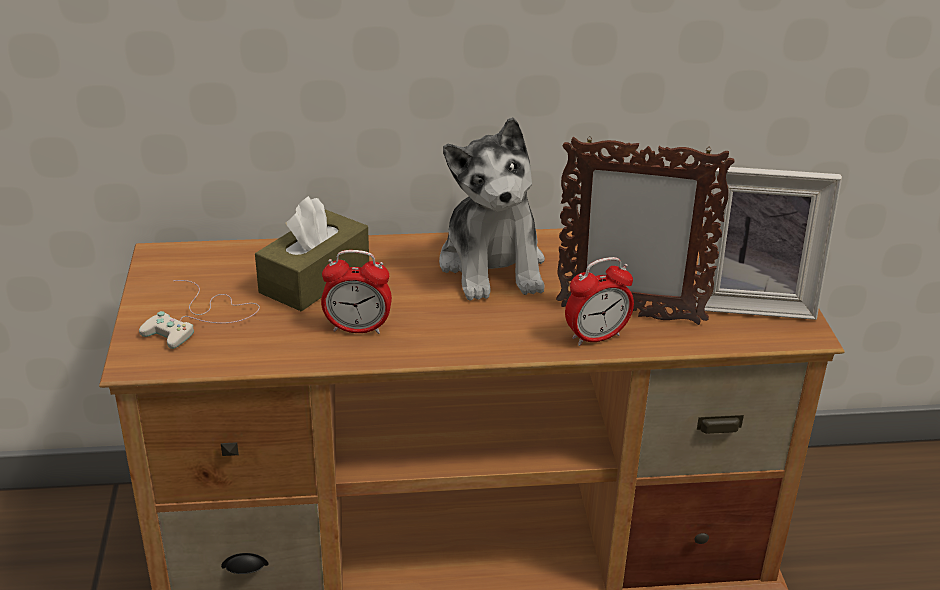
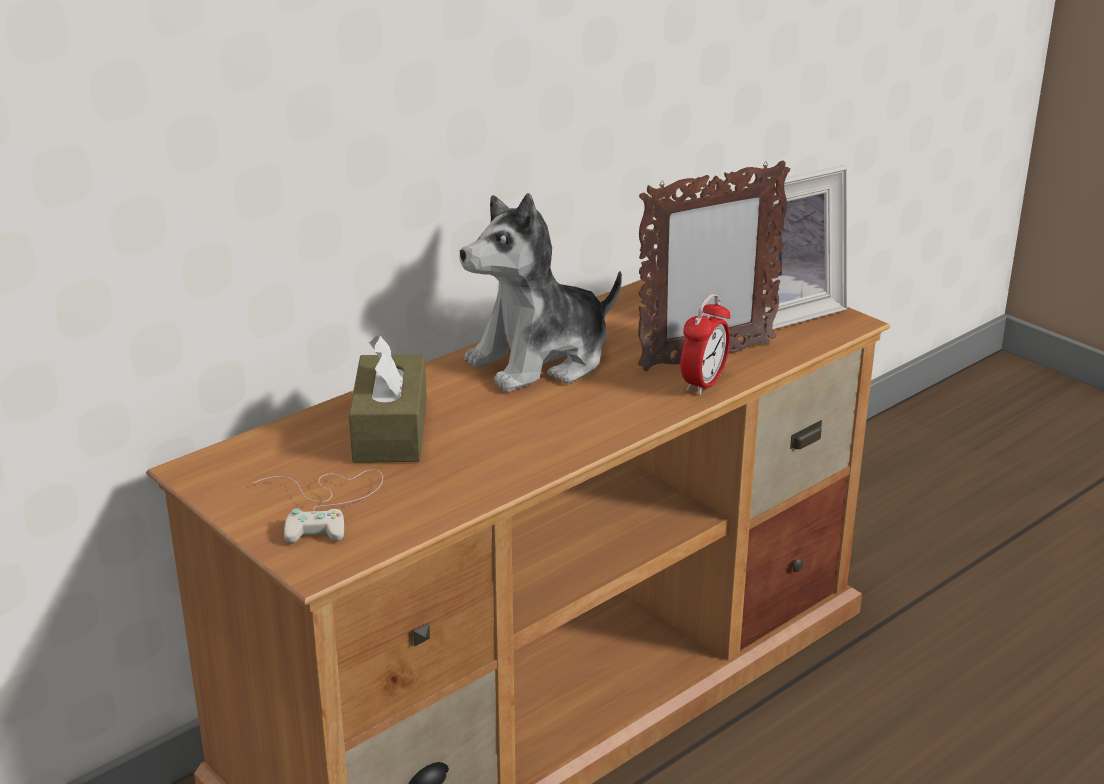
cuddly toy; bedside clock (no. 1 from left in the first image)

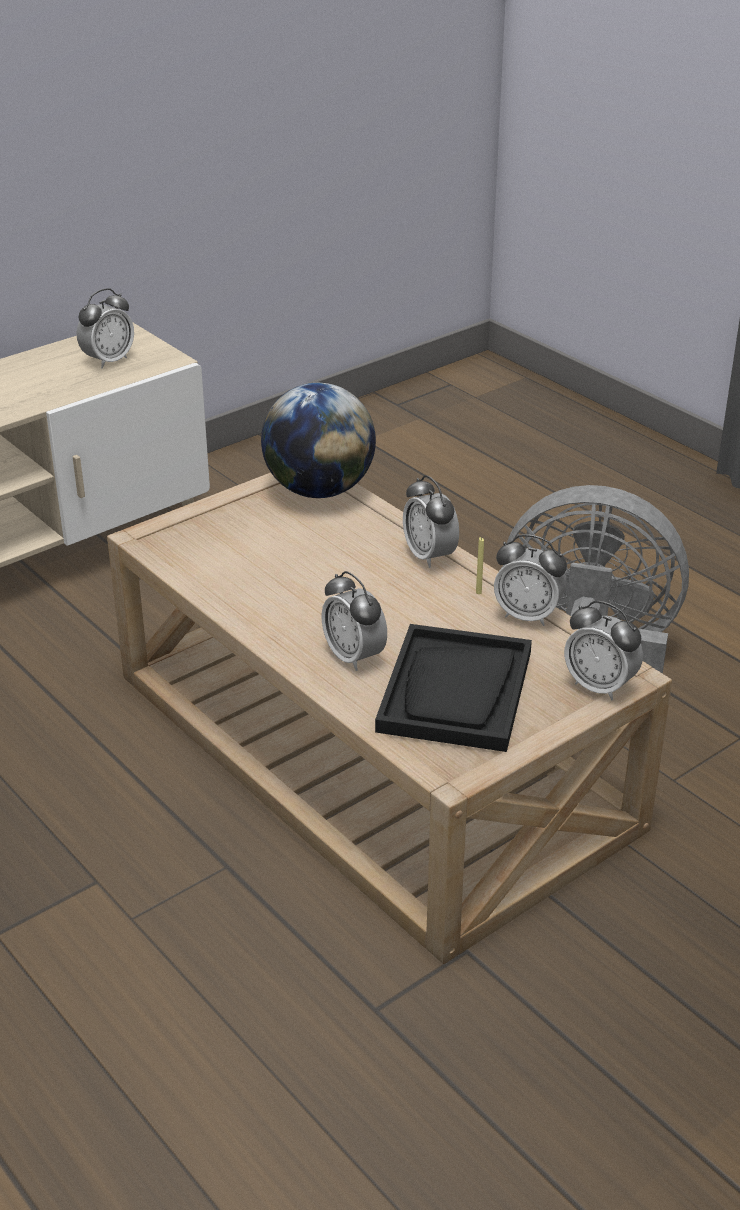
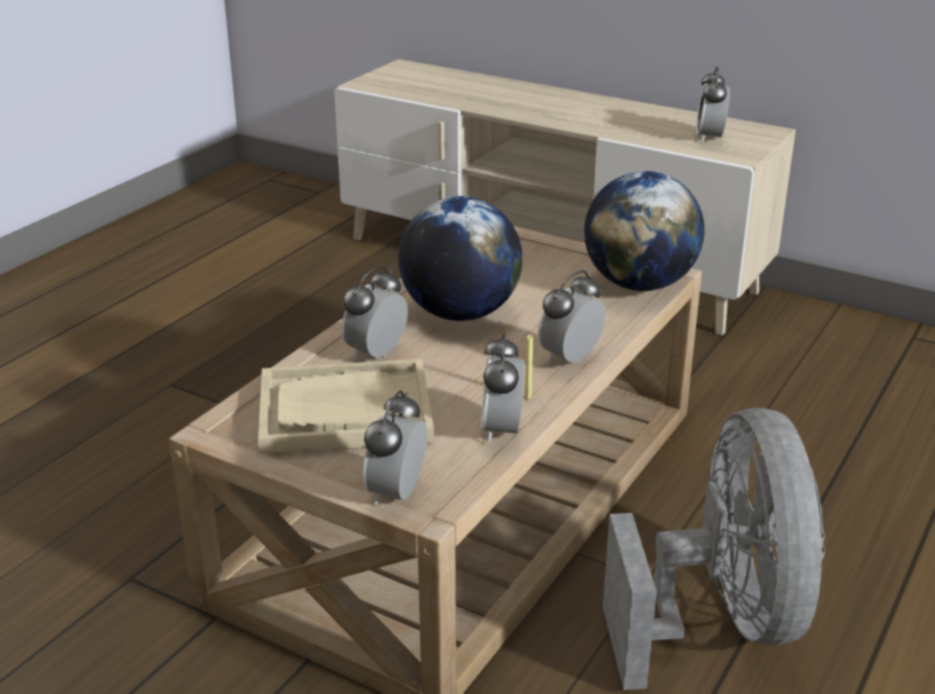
beige tray; world globe (no. 1 from left); bedside clock (no. 5 from left)

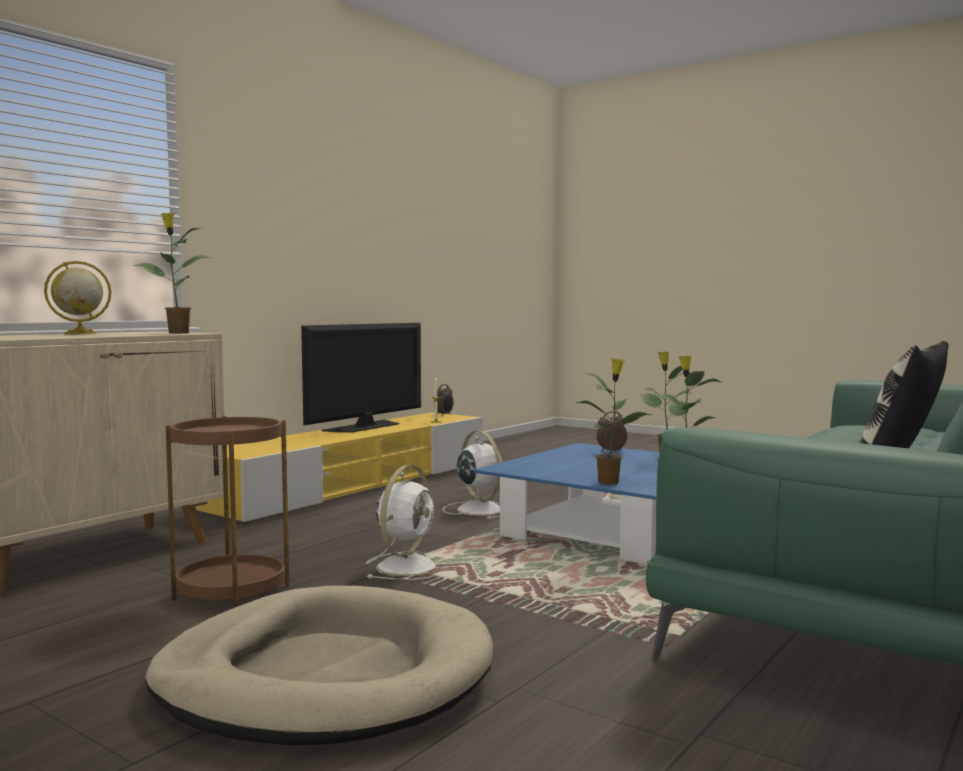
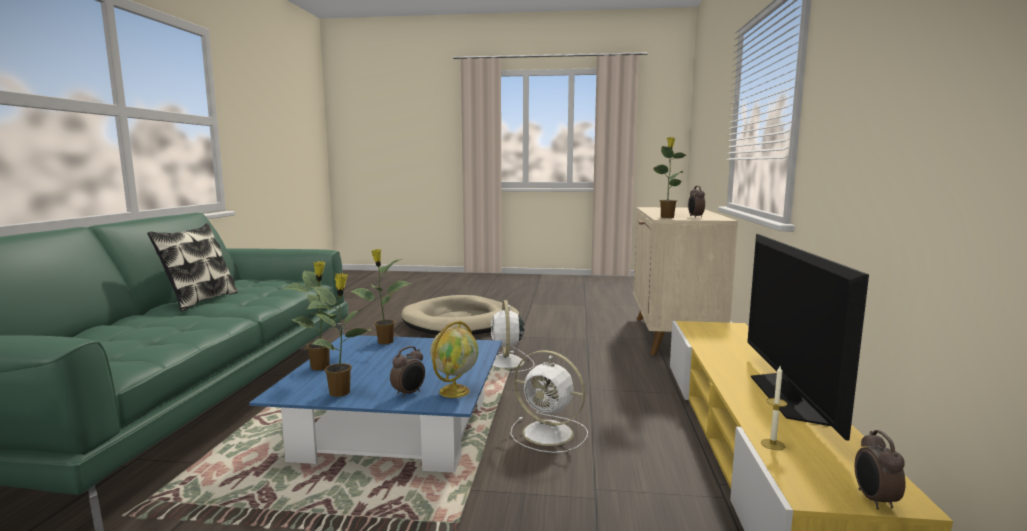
world globe; bedside clock (no. 2 from left); brownish side table

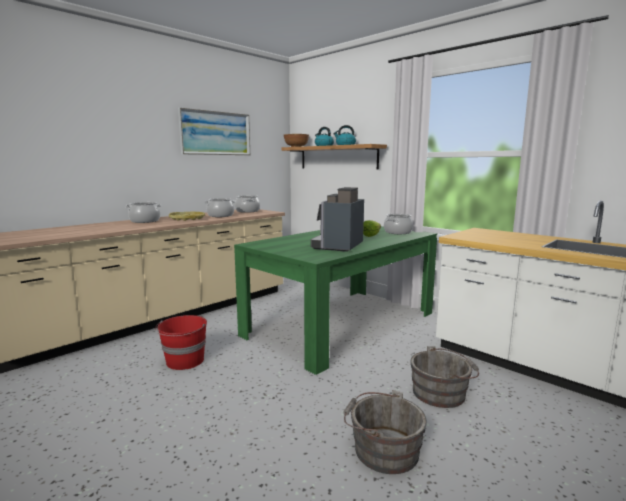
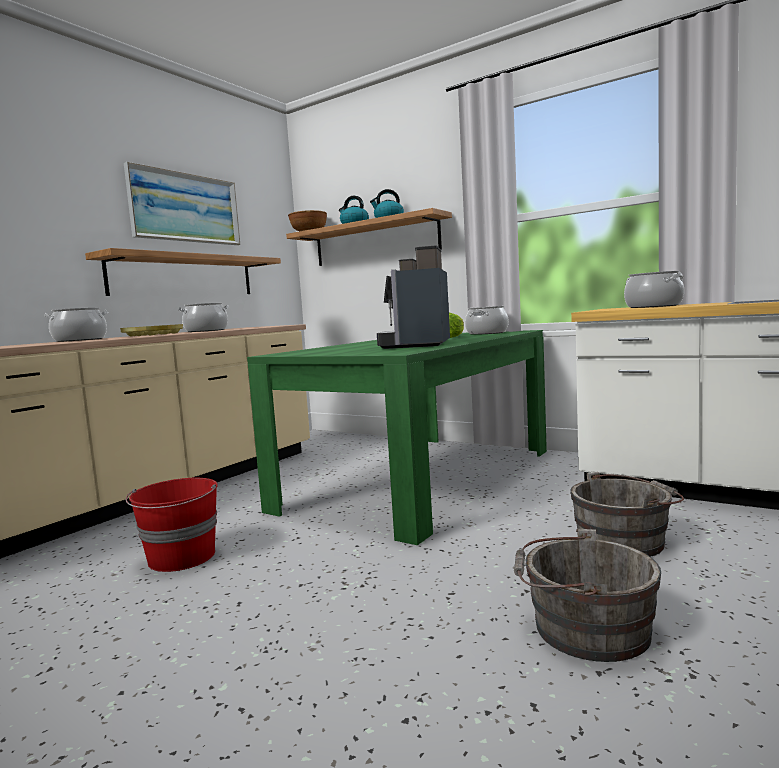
wall shelf (no. 1 from left); saucepot (no. 4 from left)

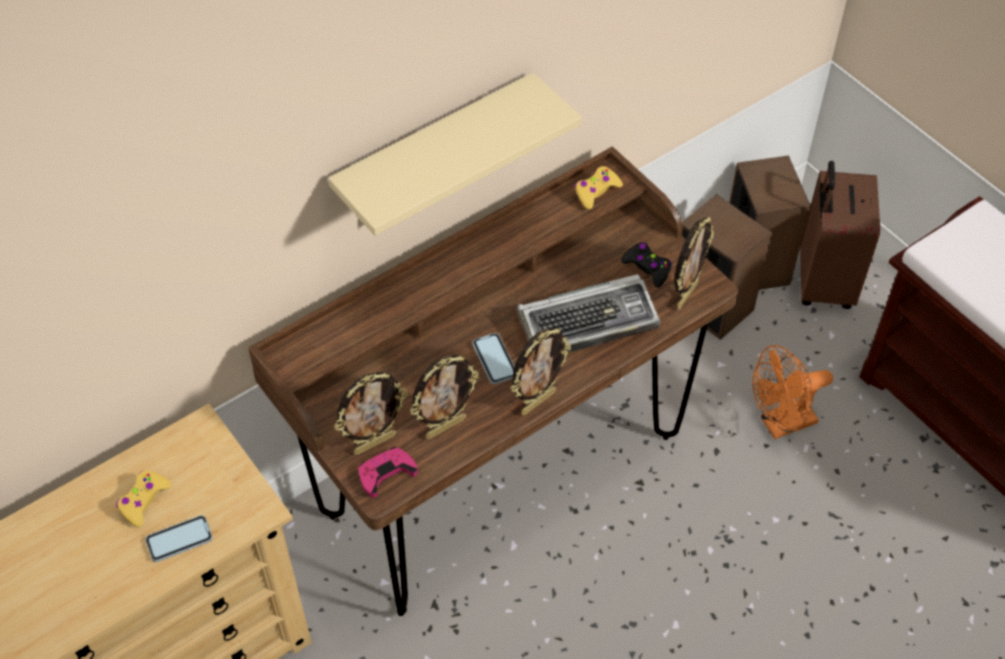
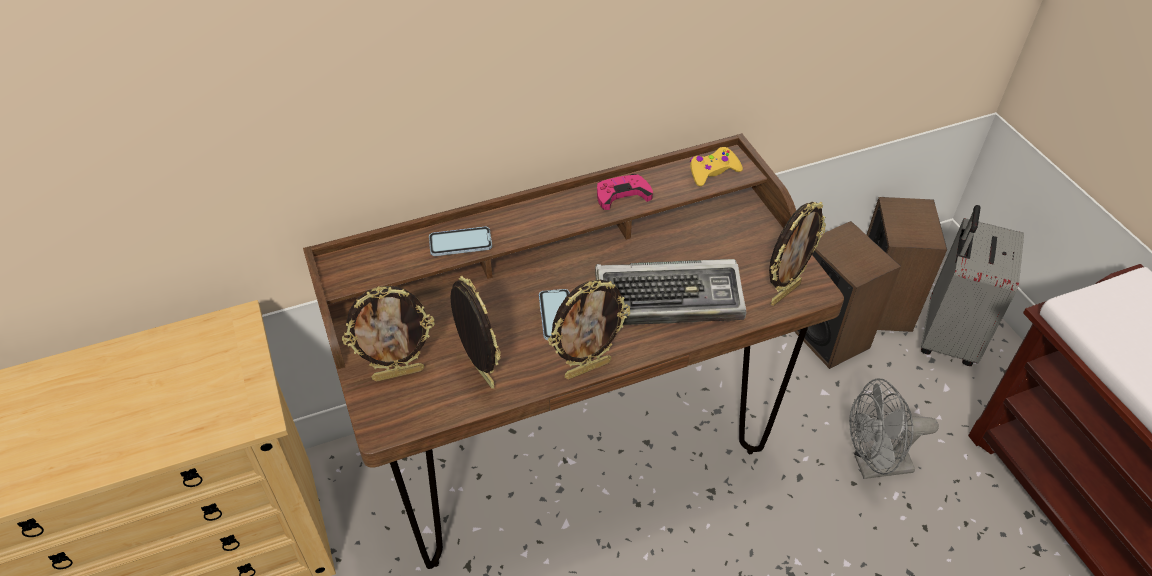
handset (no. 1 from left); picture frame (no. 2 from left); pink-coloured game controller; grey fan; grey suitcase; yellowish game controller (no. 1 from left in the first image); beige wall shelf; black game controller

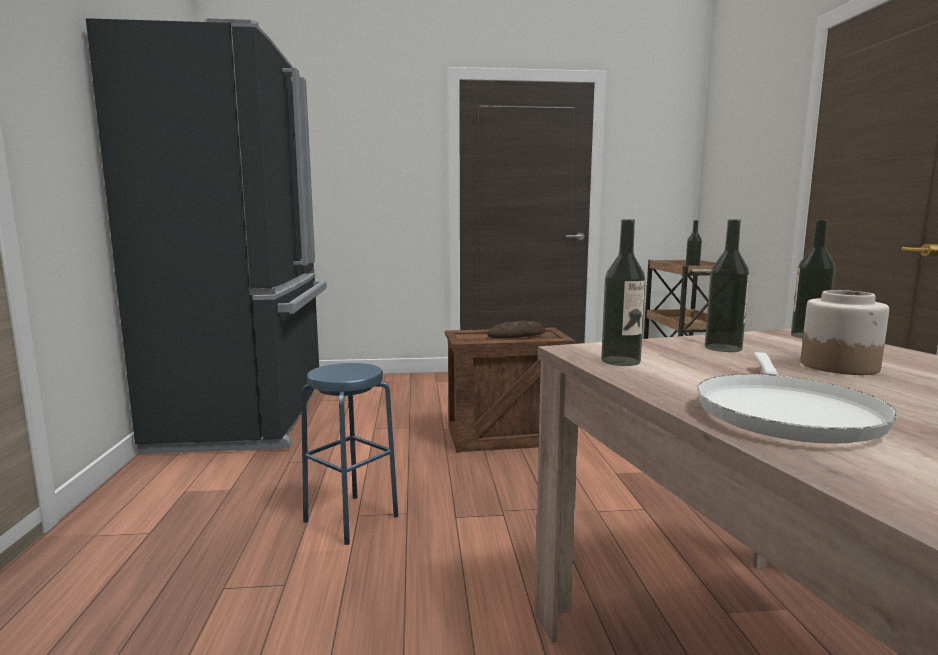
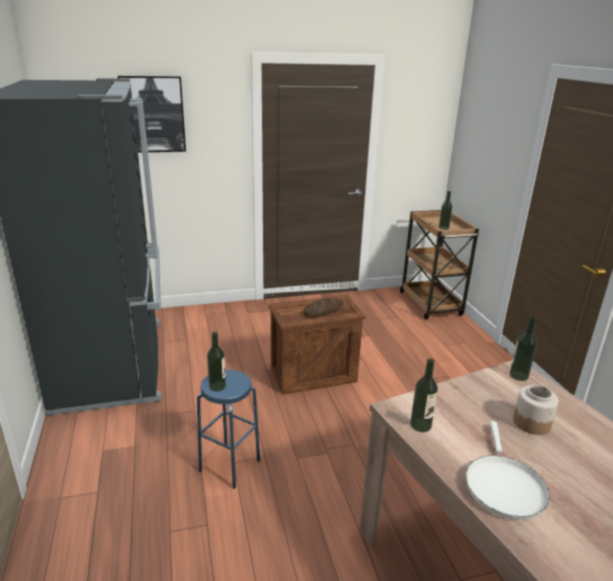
wall art; bottle (no. 1 from left)

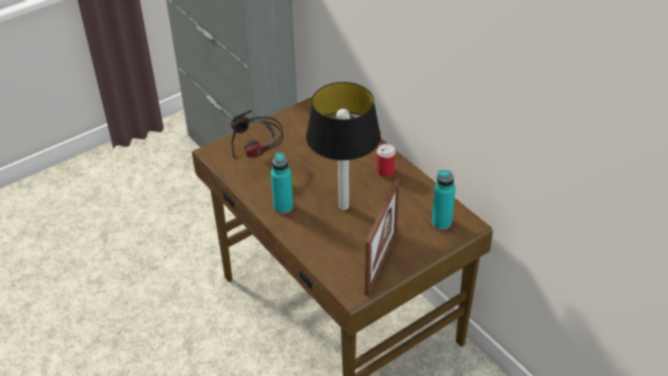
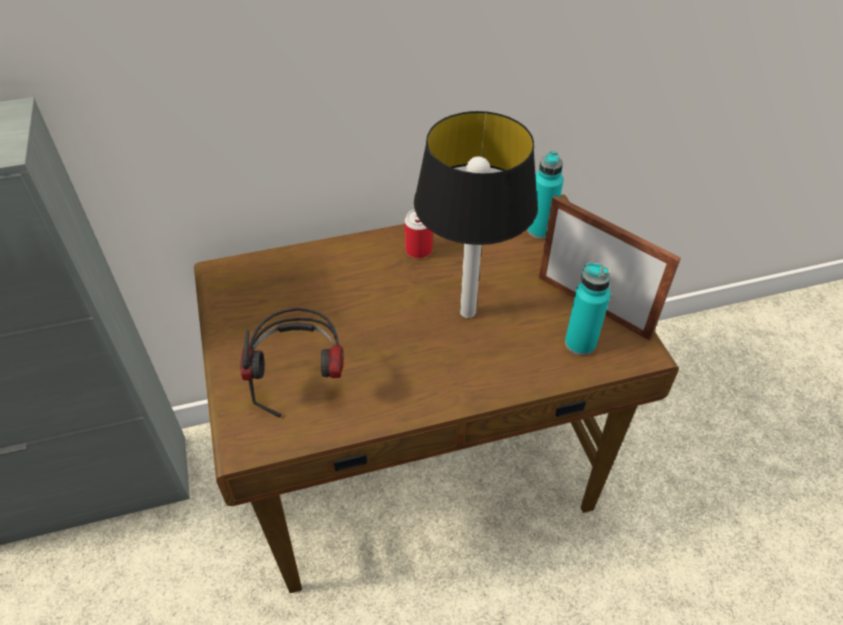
turquoise-coloured bottle (no. 2 from left)

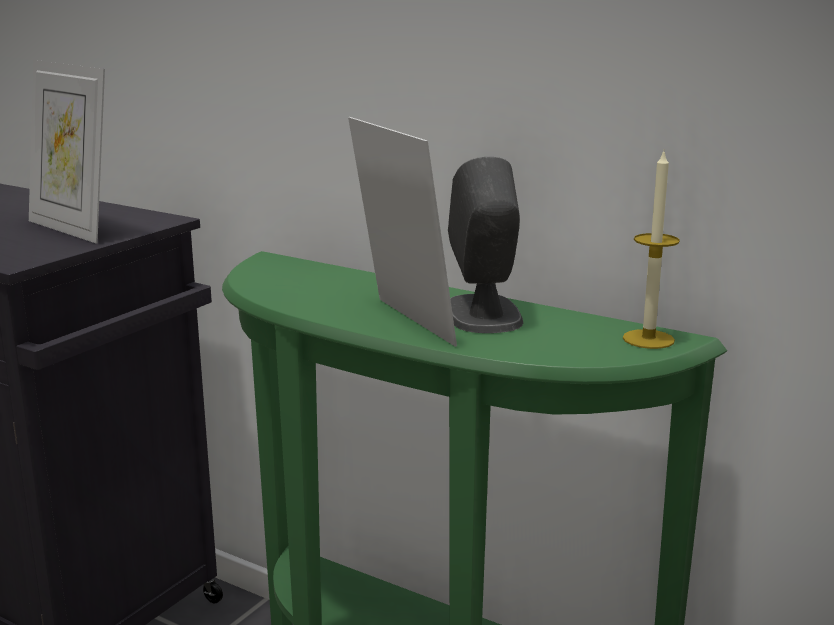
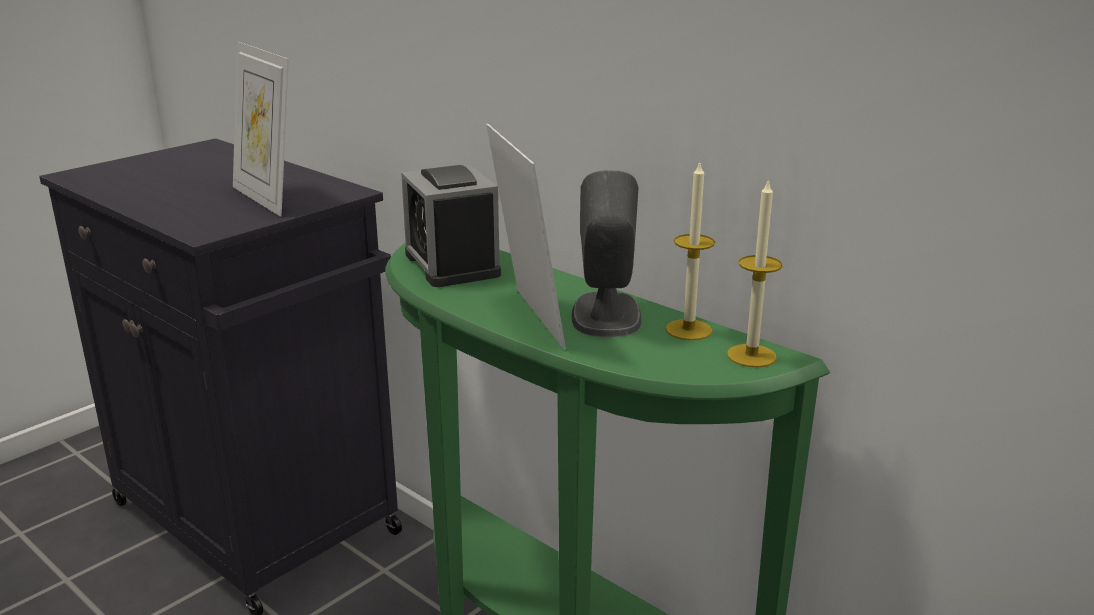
bedside clock; wax light (no. 1 from left)

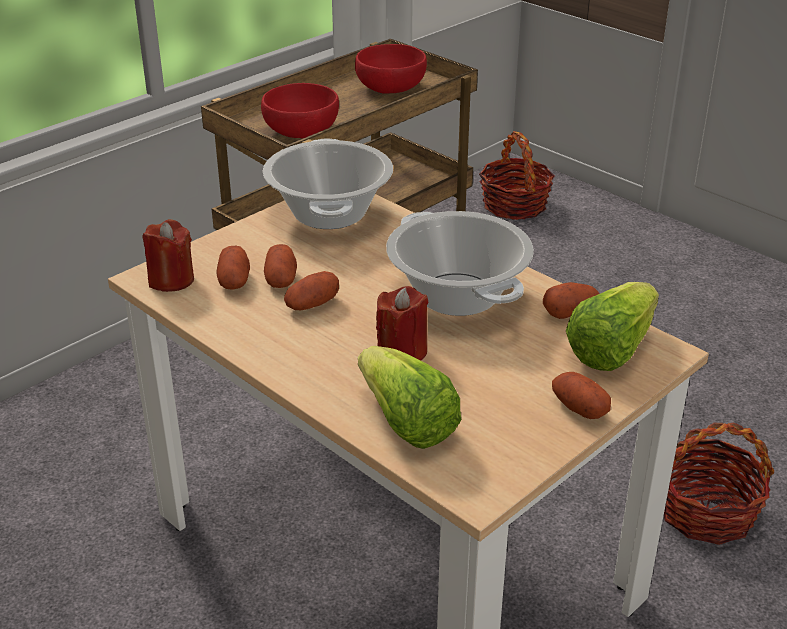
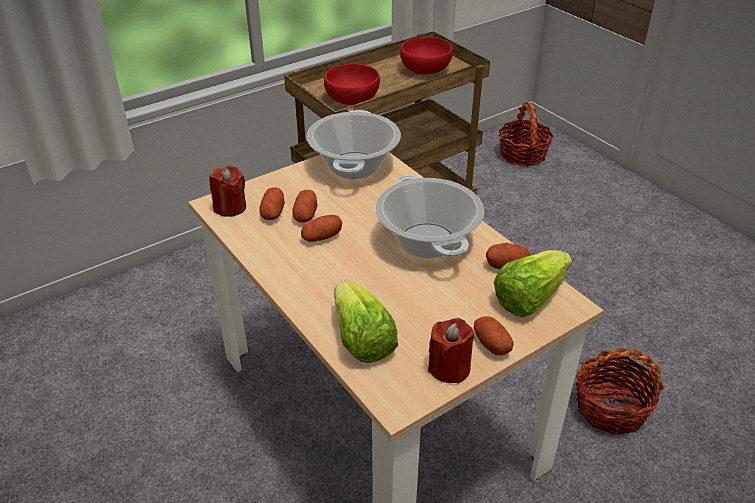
red wax light (no. 2 from left)

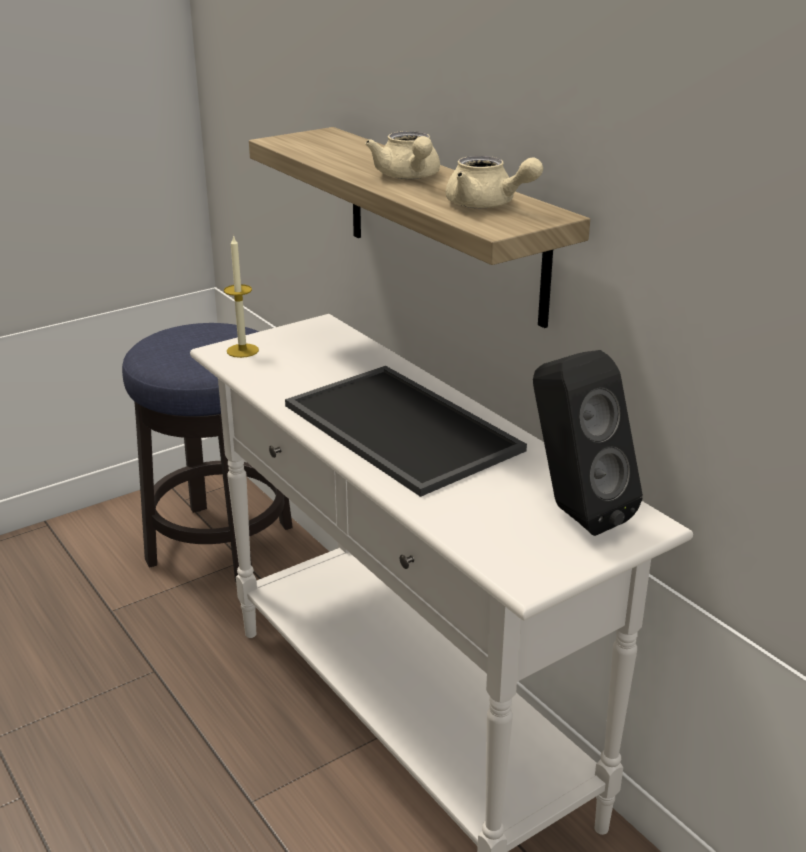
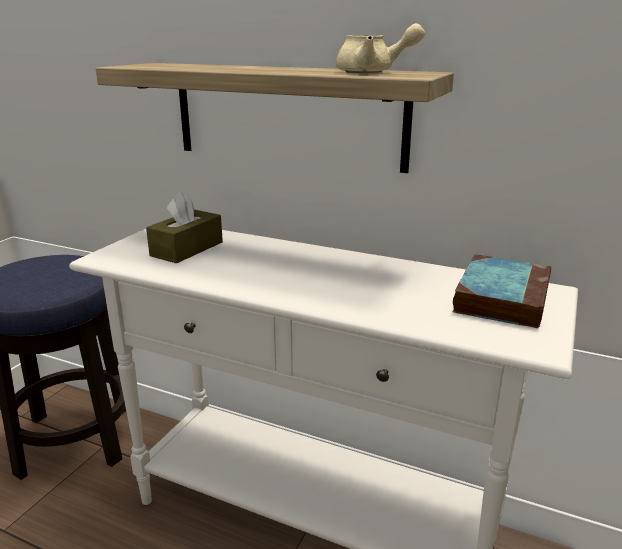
brownish box of tissues; bound book; wax light; tray; beige tea pot (no. 1 from left in the first image)

